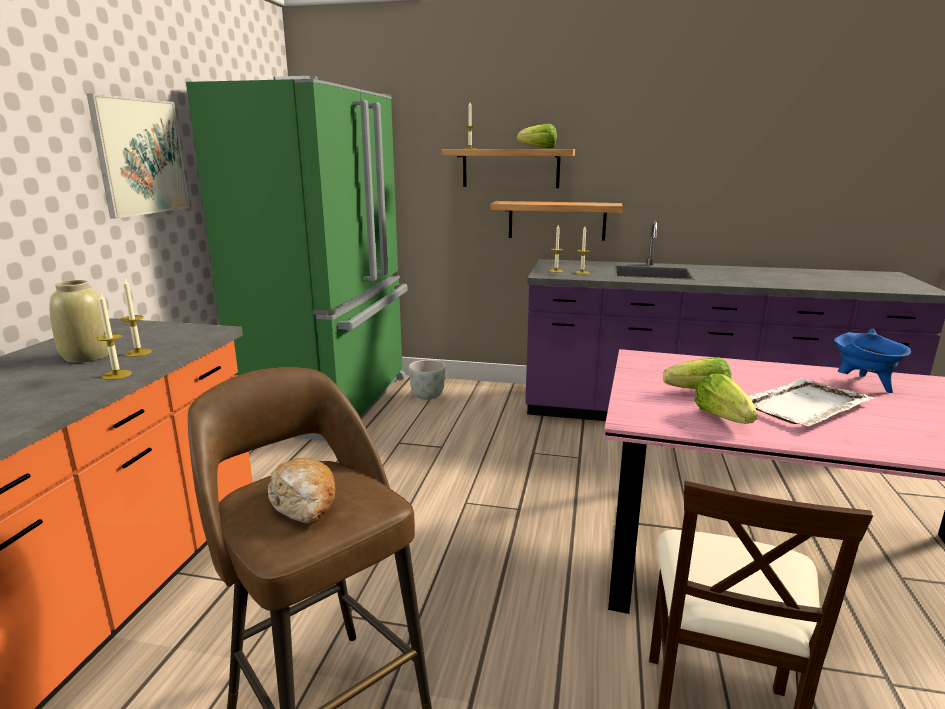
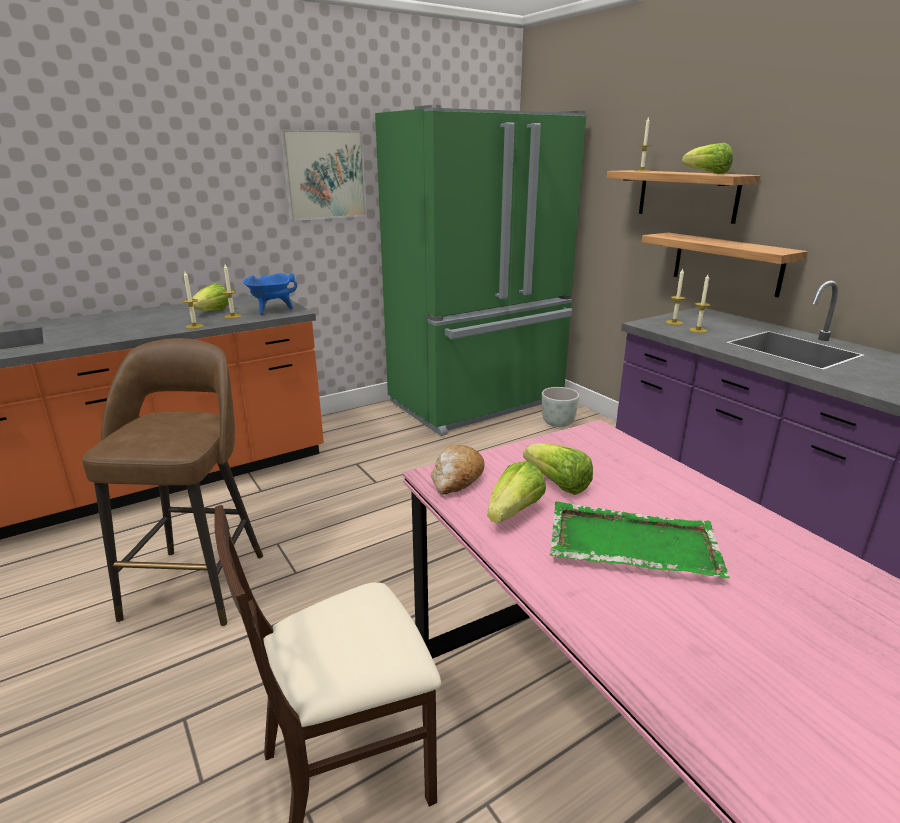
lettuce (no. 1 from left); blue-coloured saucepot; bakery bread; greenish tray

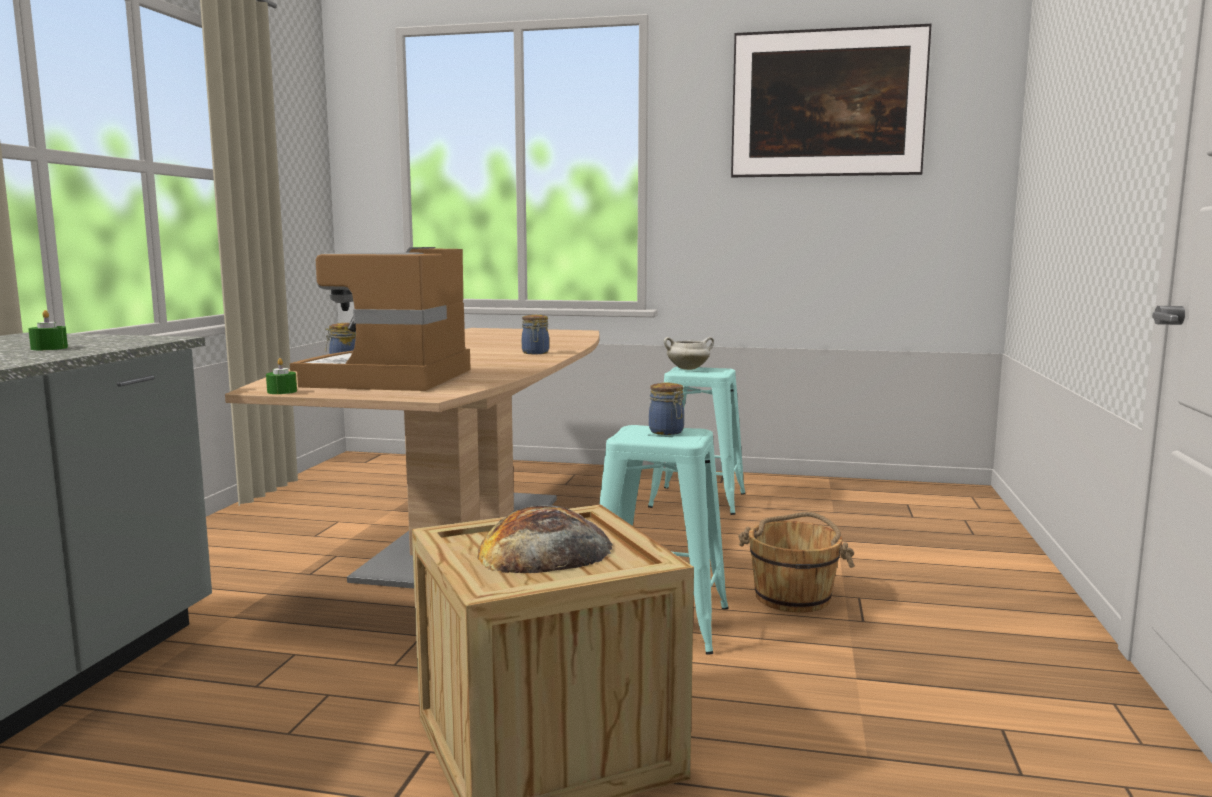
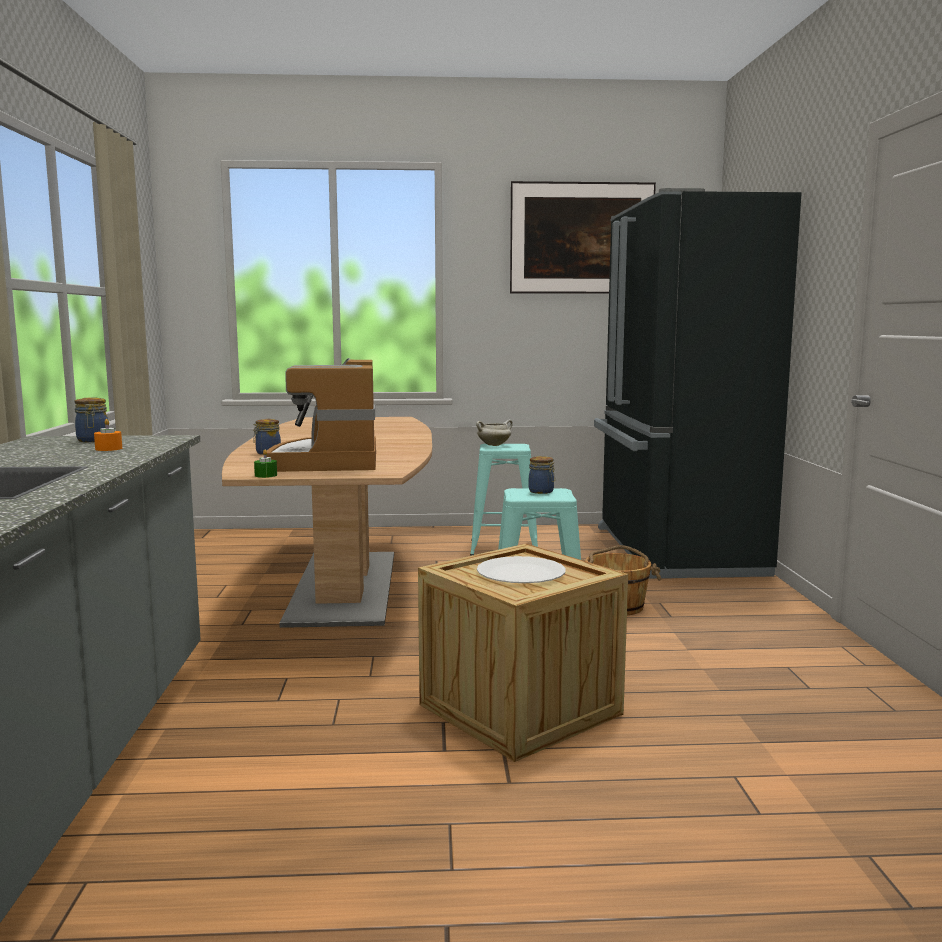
storage jar (no. 1 from left); orangey wax light; white-coloured plate; black refrigerator

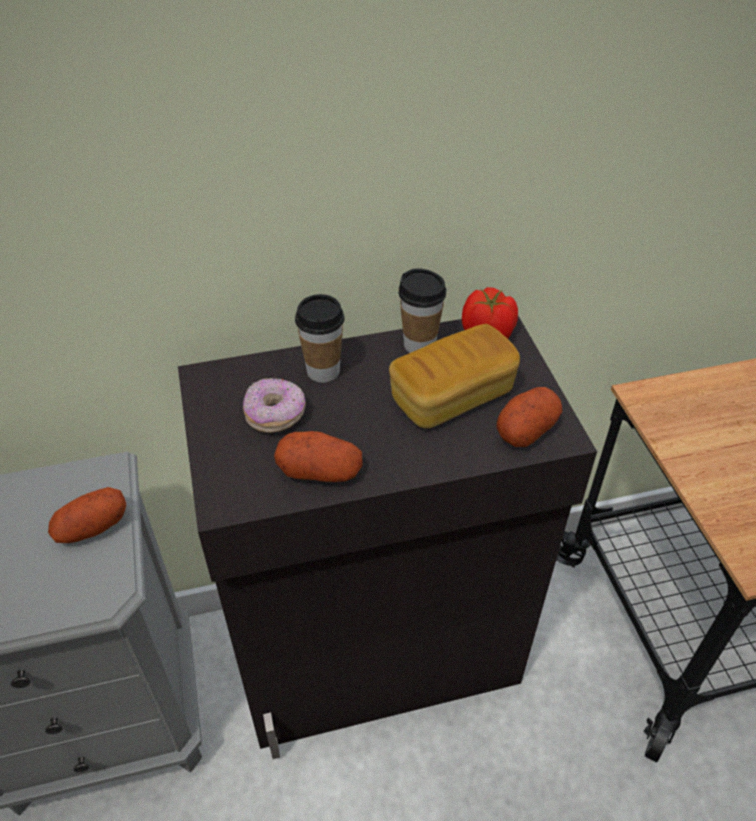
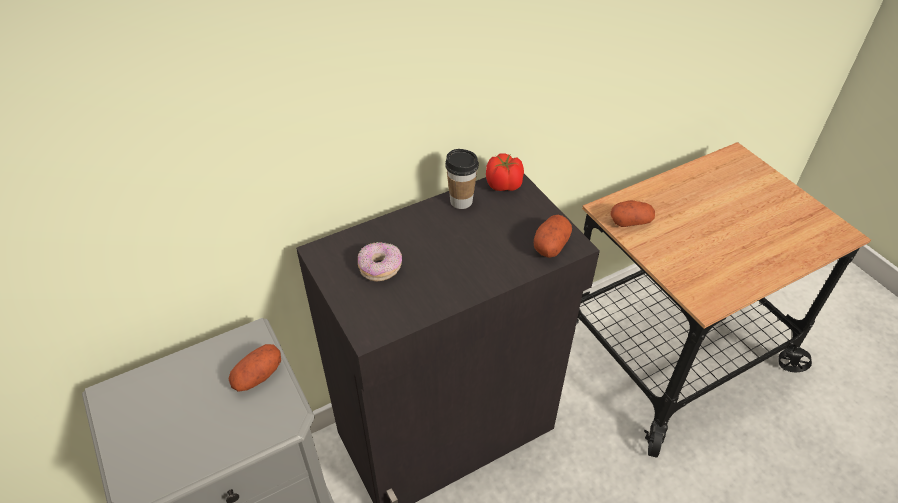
potato (no. 3 from left); cup (no. 1 from left in the first image); bakery bread

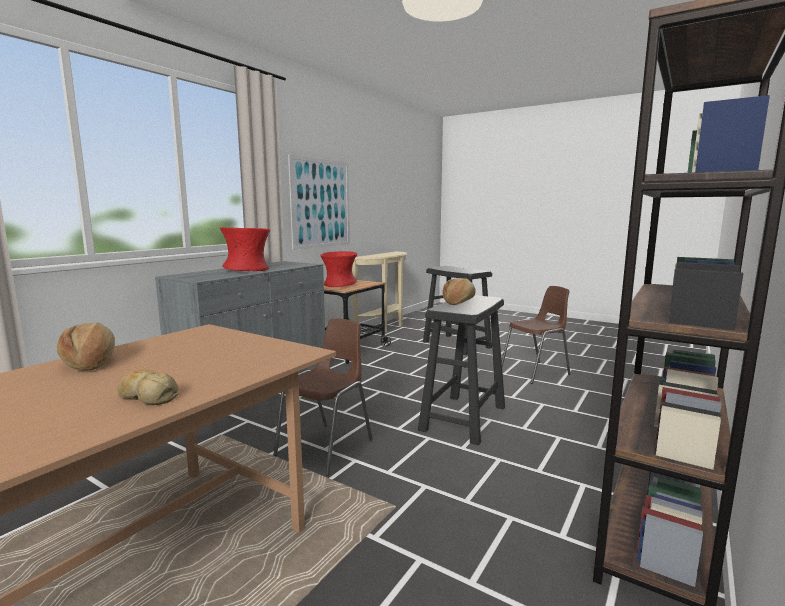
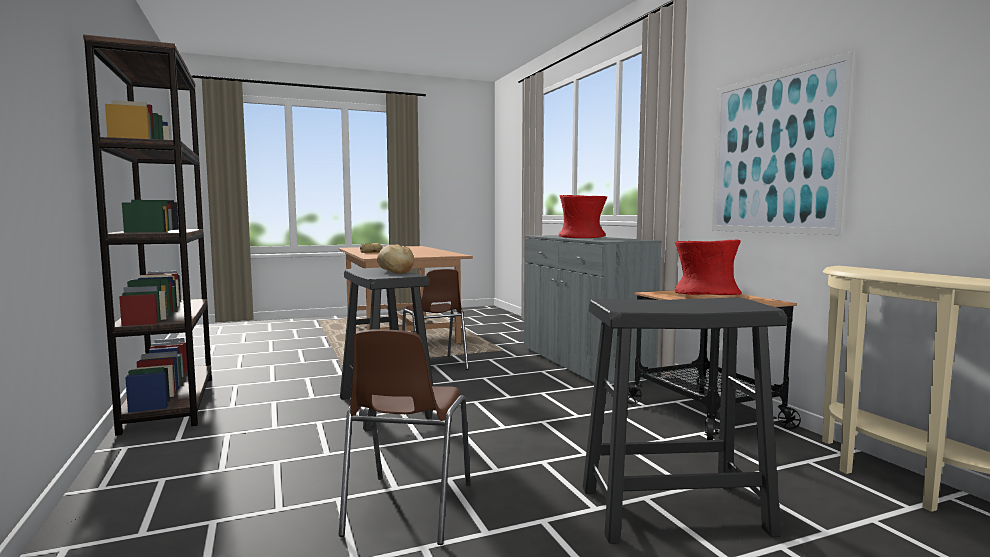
bakery bread (no. 1 from left in the first image)

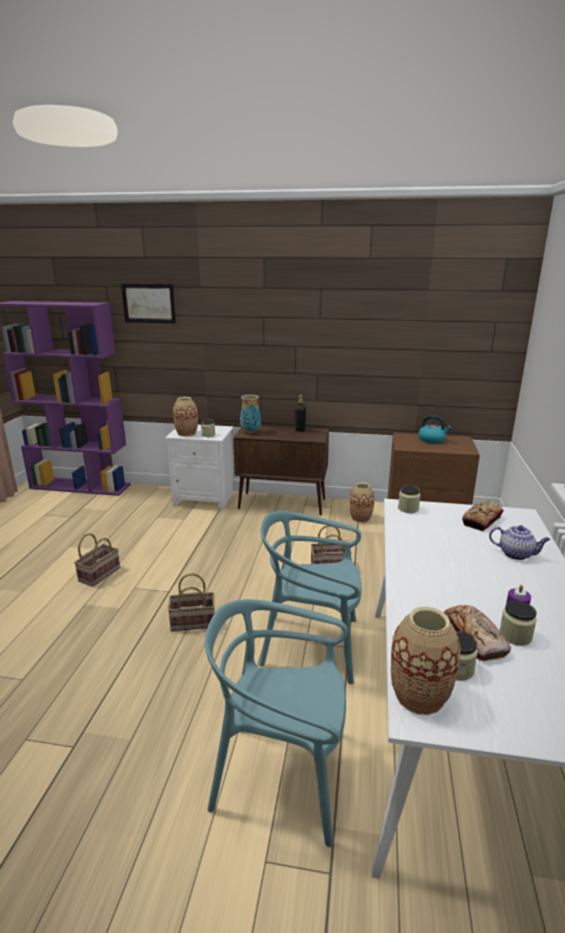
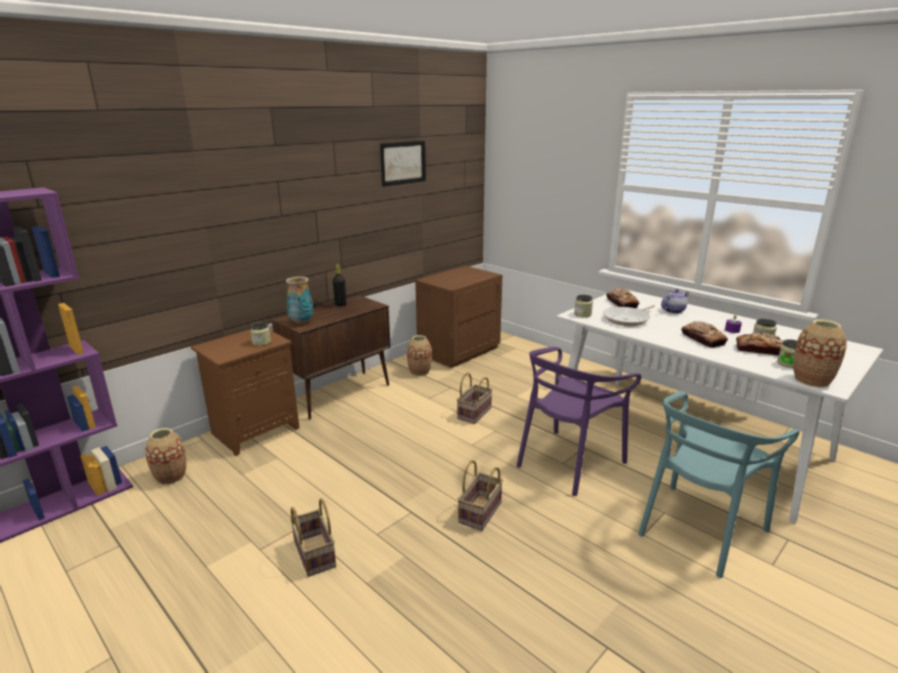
decorative vase (no. 1 from left); brownish night table (no. 1 from left); wall art; purple chair; pan; bakery bread (no. 2 from left); kettle

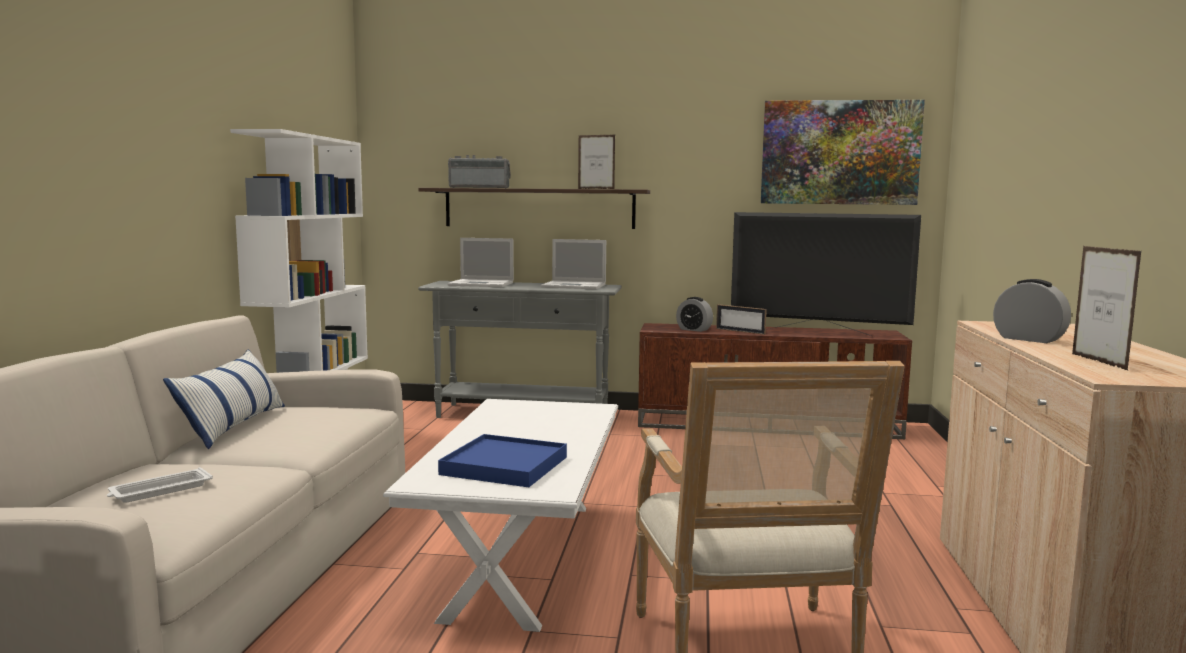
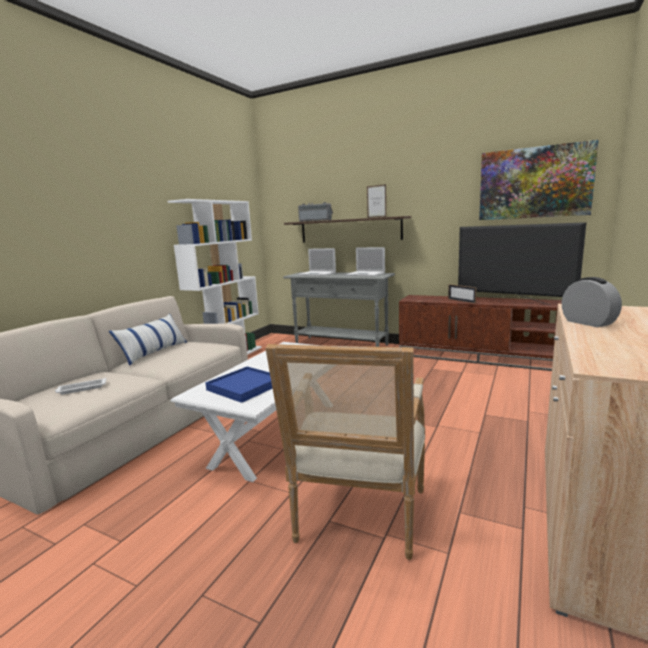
bedside clock (no. 1 from left in the first image); picture frame (no. 3 from left in the first image)

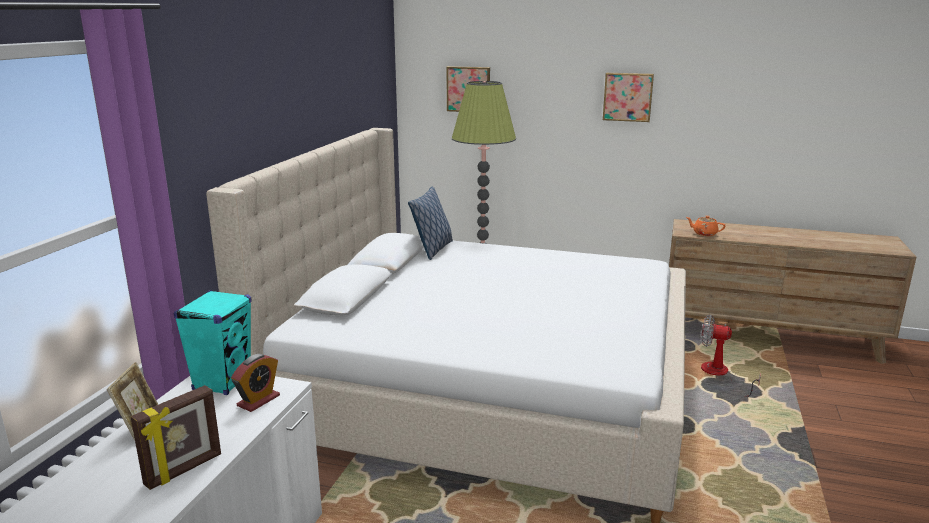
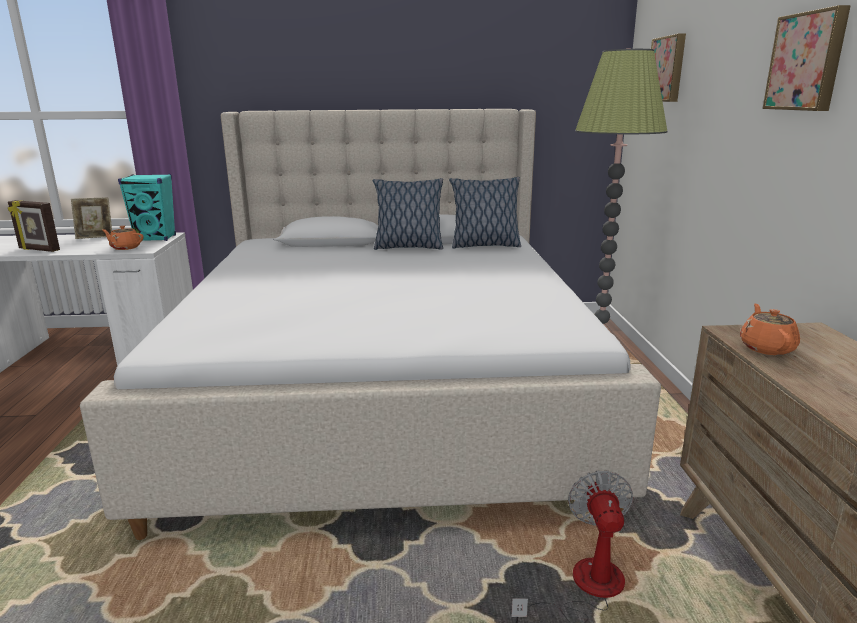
orangey tea pot (no. 1 from left); pillow (no. 1 from left)

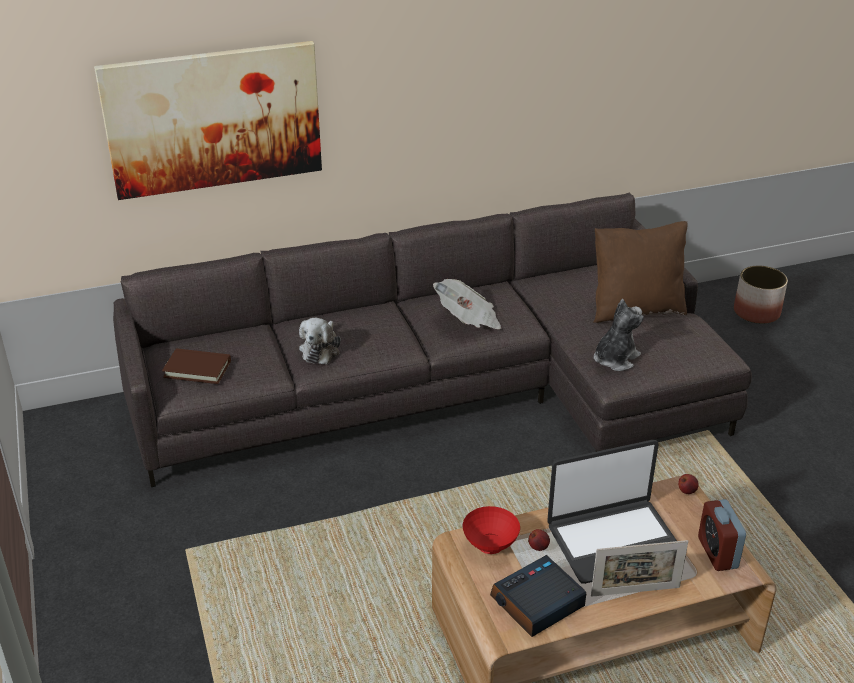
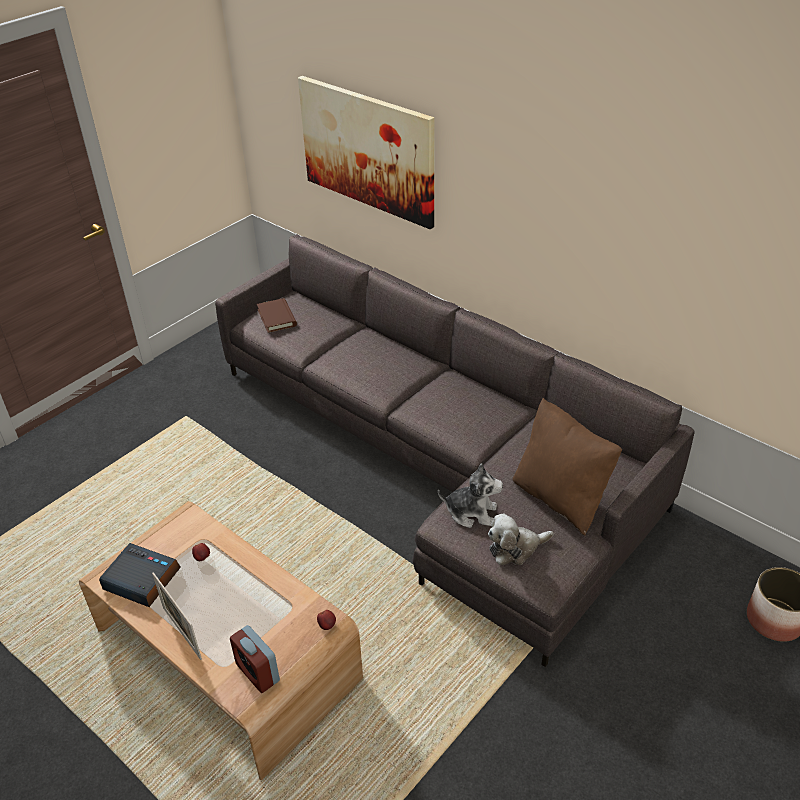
bedside clock (no. 2 from left); cuddly toy (no. 2 from left); daily paper; red serving bowl; laptop

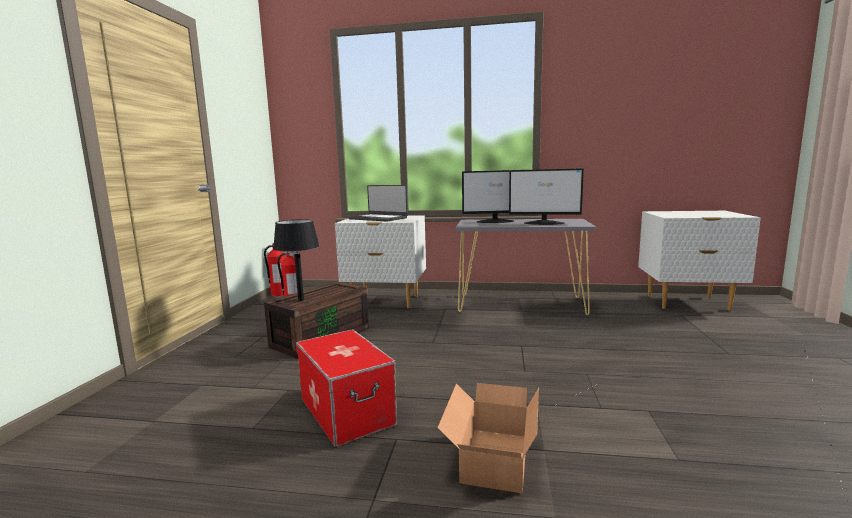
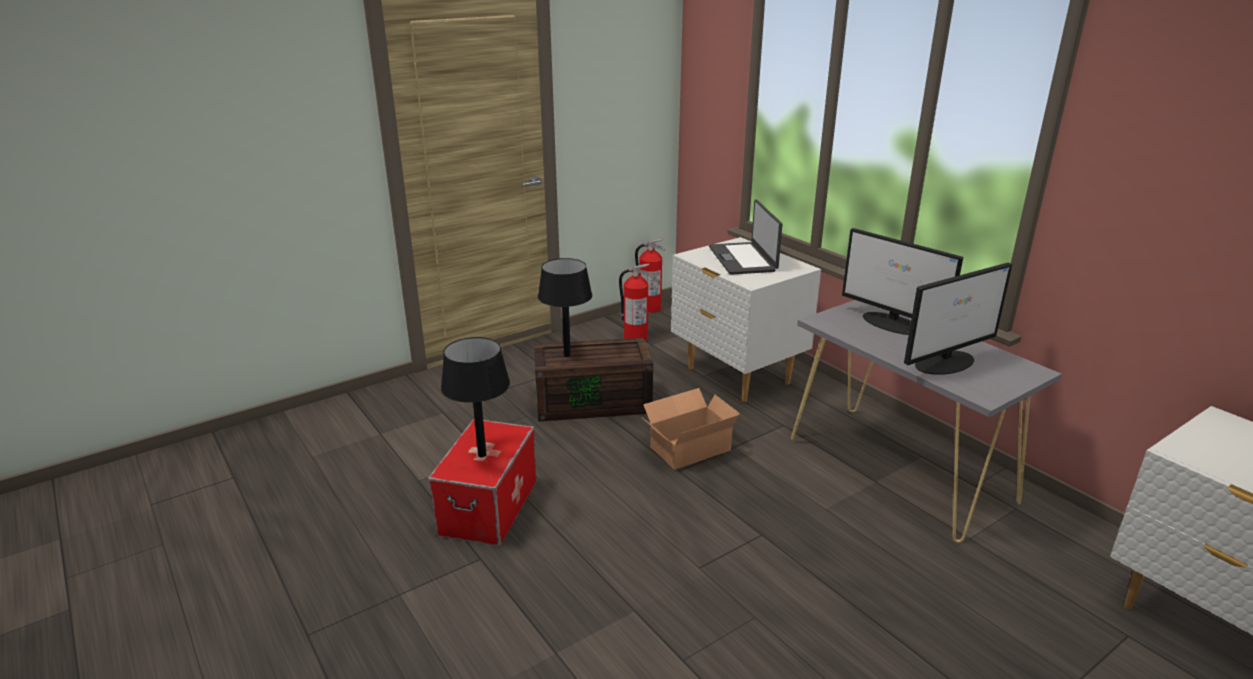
black tabletop lamp (no. 1 from left); carton; computer screen (no. 2 from left)

